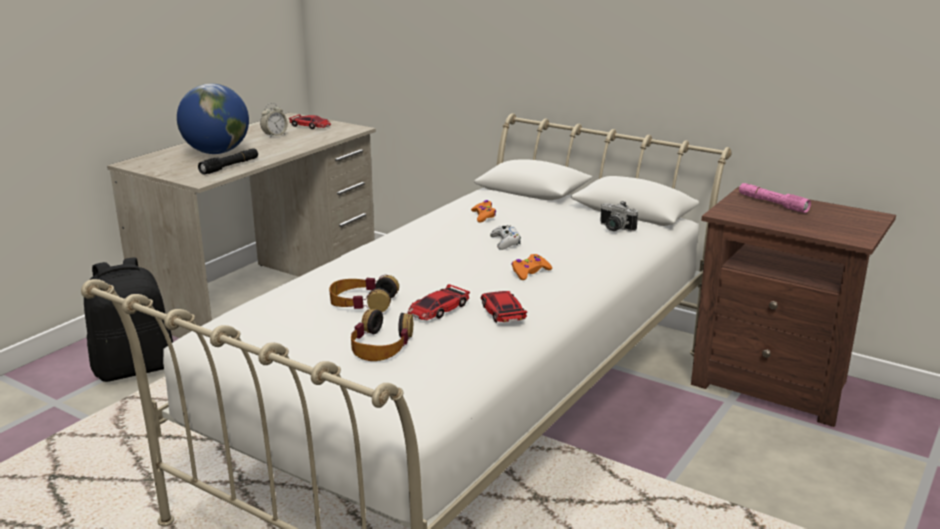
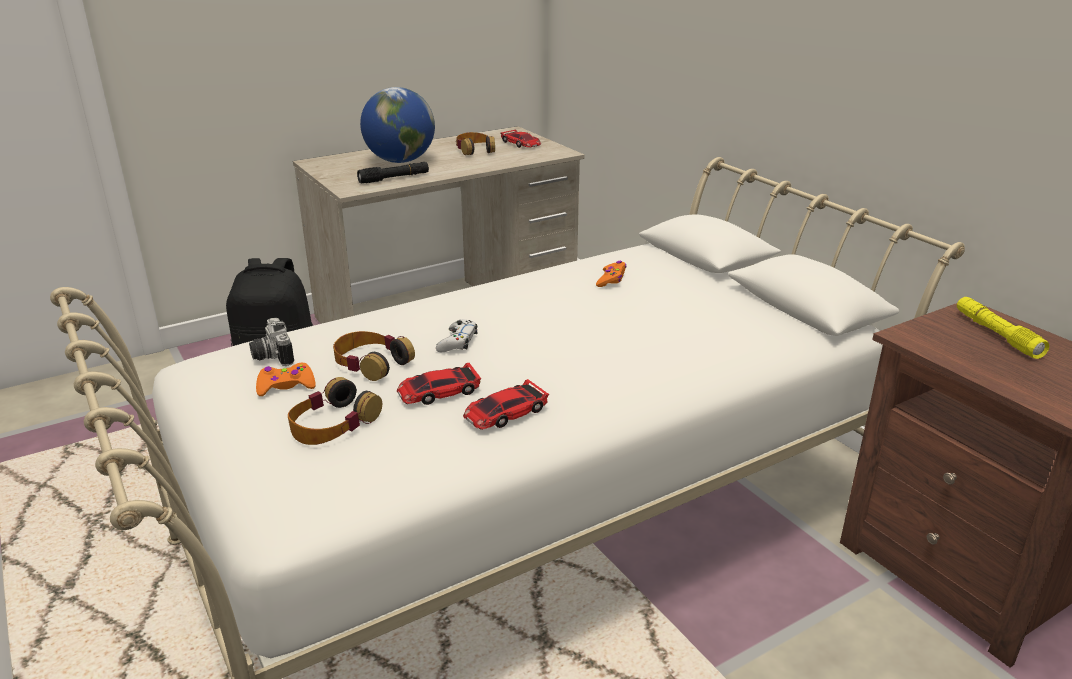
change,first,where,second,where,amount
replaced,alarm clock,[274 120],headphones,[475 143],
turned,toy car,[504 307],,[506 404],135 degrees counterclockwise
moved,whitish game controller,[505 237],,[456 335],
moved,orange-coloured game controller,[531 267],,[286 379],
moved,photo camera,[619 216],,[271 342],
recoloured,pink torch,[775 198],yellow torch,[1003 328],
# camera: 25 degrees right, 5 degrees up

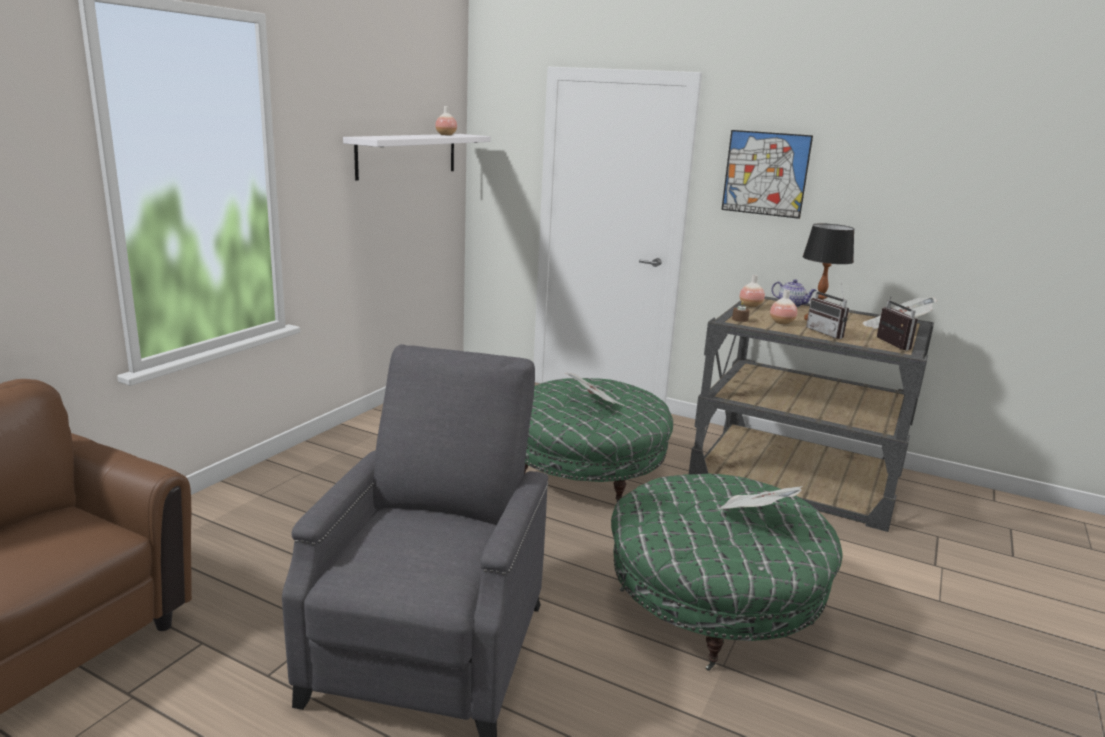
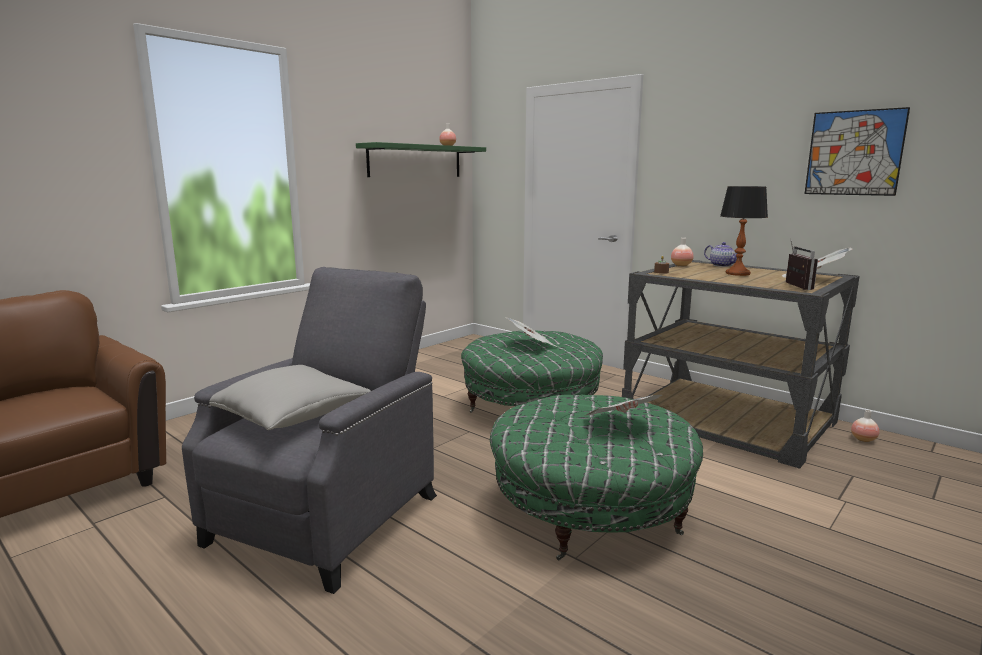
change,first,where,second,where,amount
recoloured,whitish bracket shelf,[417 157],green-coloured bracket shelf,[421 159],
moved,wall picture,[767 174],,[857 151],
moved,flower vase,[783 307],,[865 426],
removed,radio receiver,[827 311],,,
added,,,greyish throw pillow,[290 397],
# camera: 15 degrees right, 5 degrees down

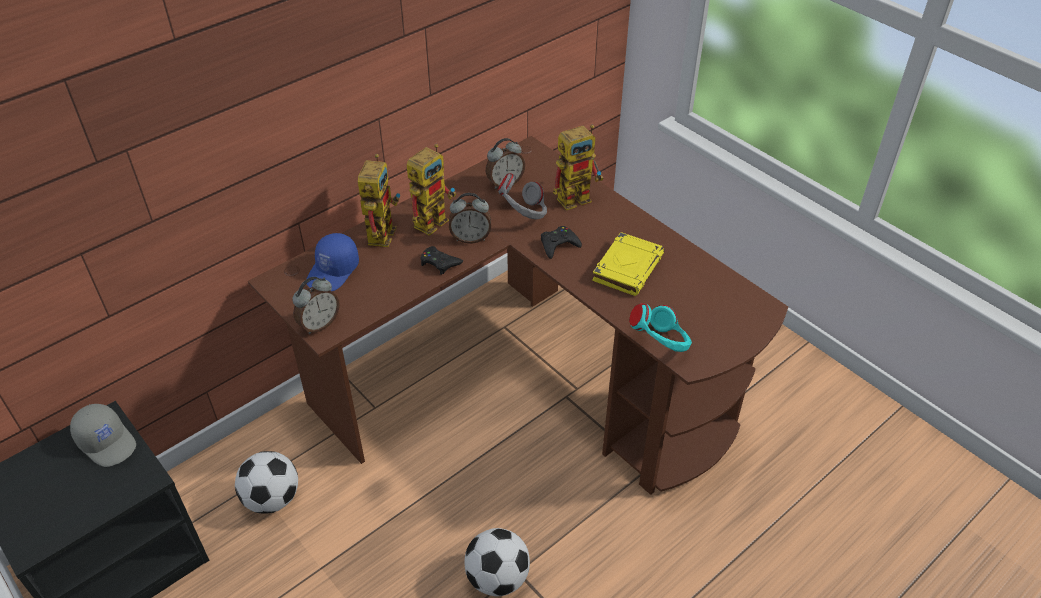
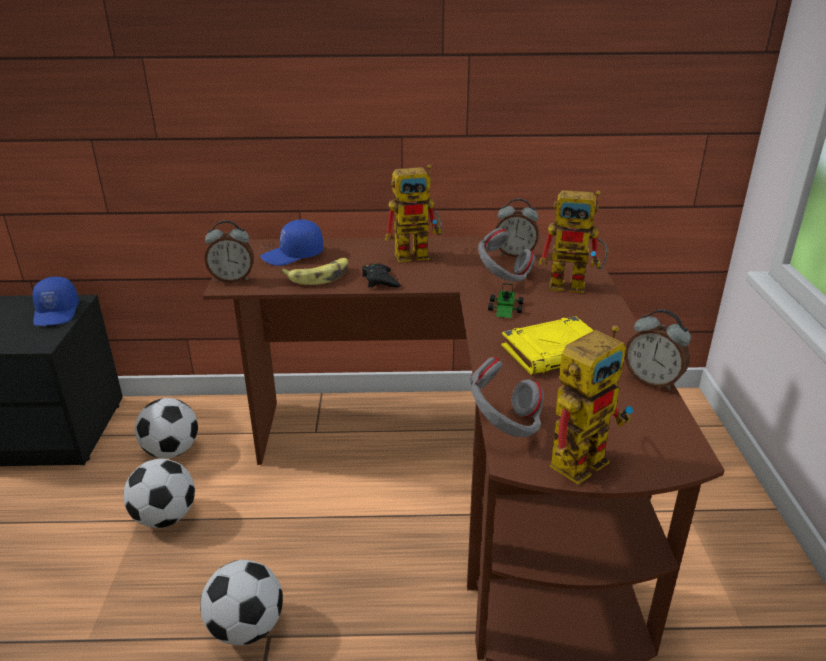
change,first,where,second,where,amount
recoloured,greyish peaked cap,[103 435],blue-coloured peaked cap,[55 301],
moved,robot figure,[379 200],,[591 405],
moved,alarm clock,[470 218],,[657 349],
replaced,black-coloured game controller,[561 242],toy car,[506 300],
recoloured,blue-green headphones,[660 327],greyish headphones,[507 397],
added,,,football ball,[159 493],
added,,,banana fruit,[314 271],
# camera: 40 degrees right, 15 degrees down

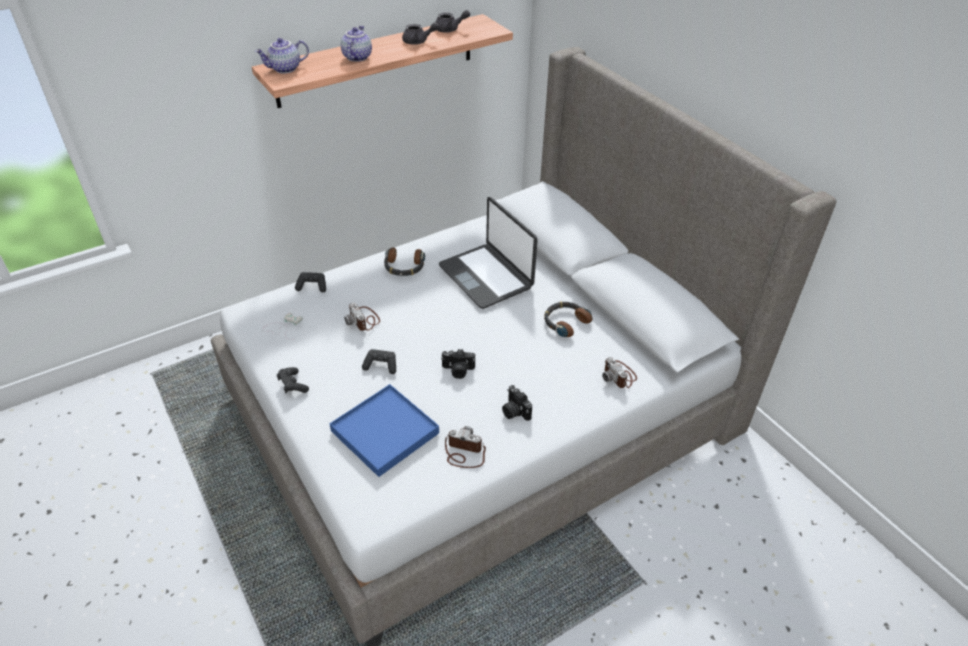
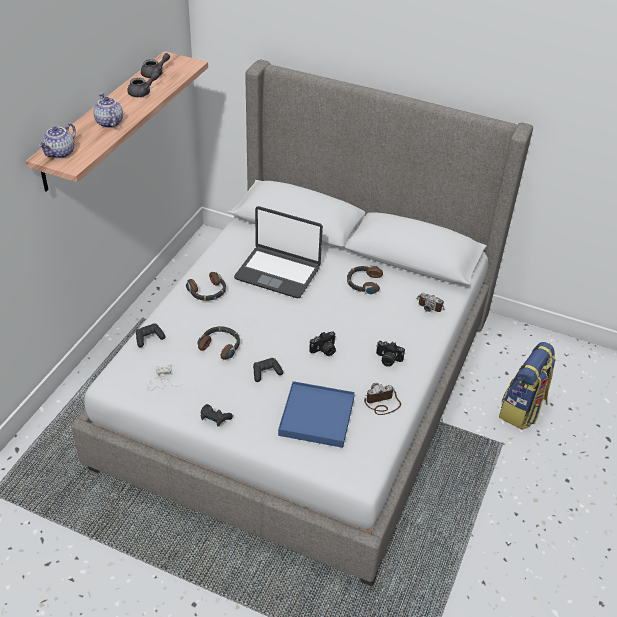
change,first,where,second,where,amount
replaced,photo camera,[362 316],headphones,[218 343],
added,,,backpack,[527 386],
# camera: 35 degrees left, 0 degrees up

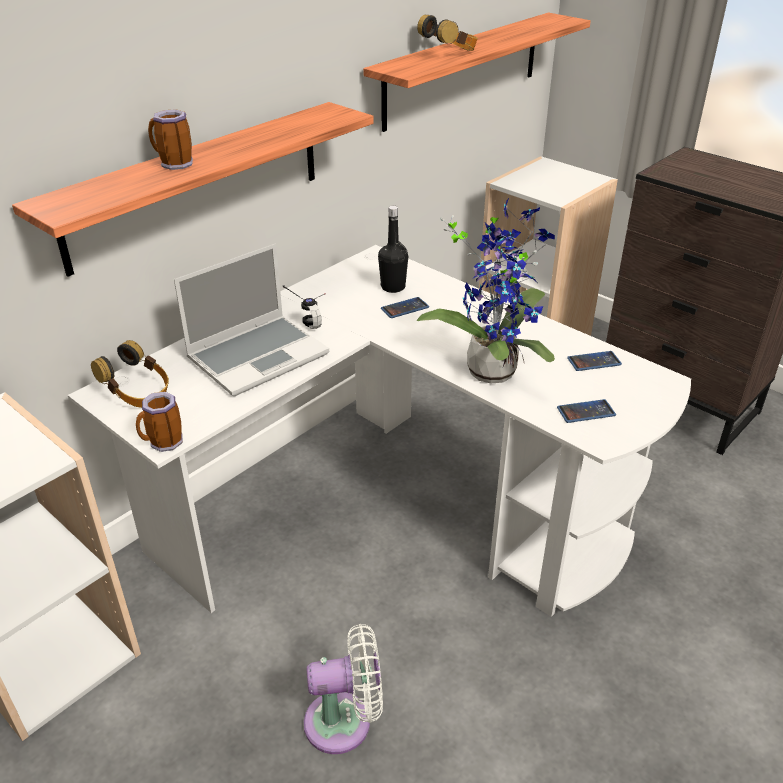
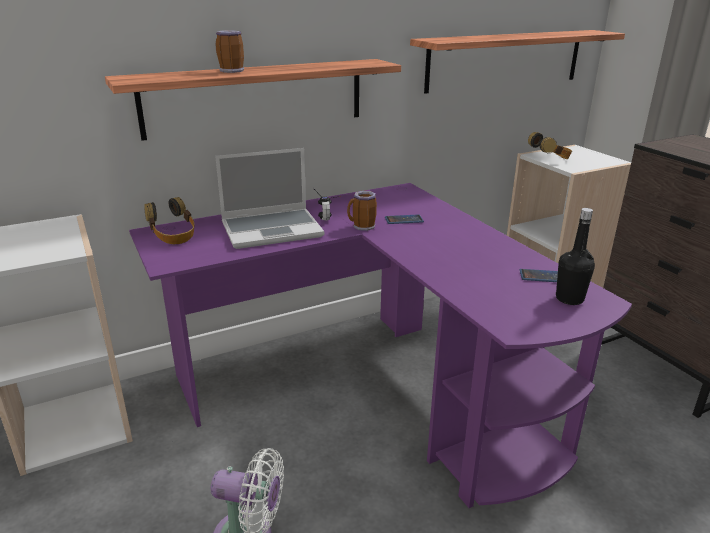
change,first,where,second,where,amount
recoloured,whitish desk table,[379 431],purple-coloured desk table,[380 345],
moved,coffee mug,[159 422],,[362 211],
moved,black-coloured bottle,[393 249],,[575 256],
moved,headphones,[447 32],,[550 145],
removed,potted plant,[486 290],,,
removed,phone,[586 411],,,
# camera: 20 degrees right, 10 degrees down

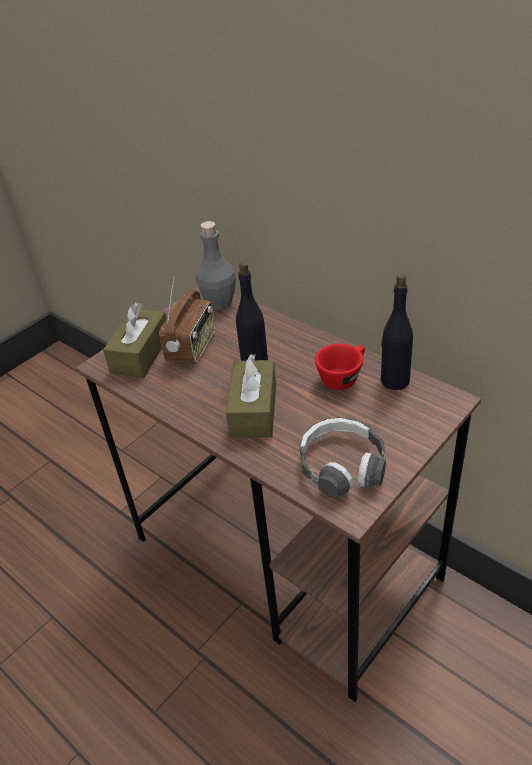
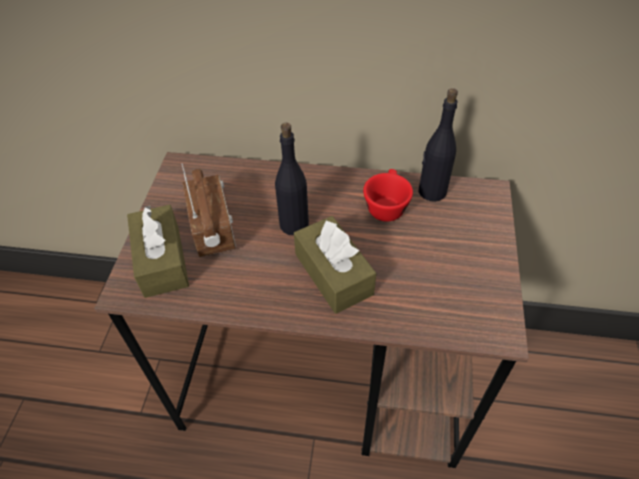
change,first,where,second,where,amount
removed,greyish bottle,[216 265],,,
removed,headphones,[342 457],,,
# camera: 35 degrees left, 10 degrees up

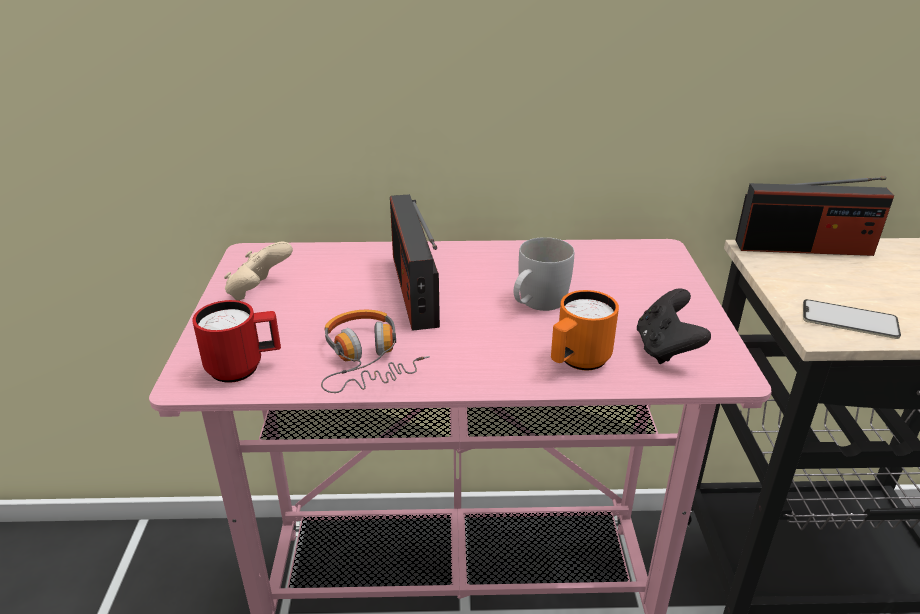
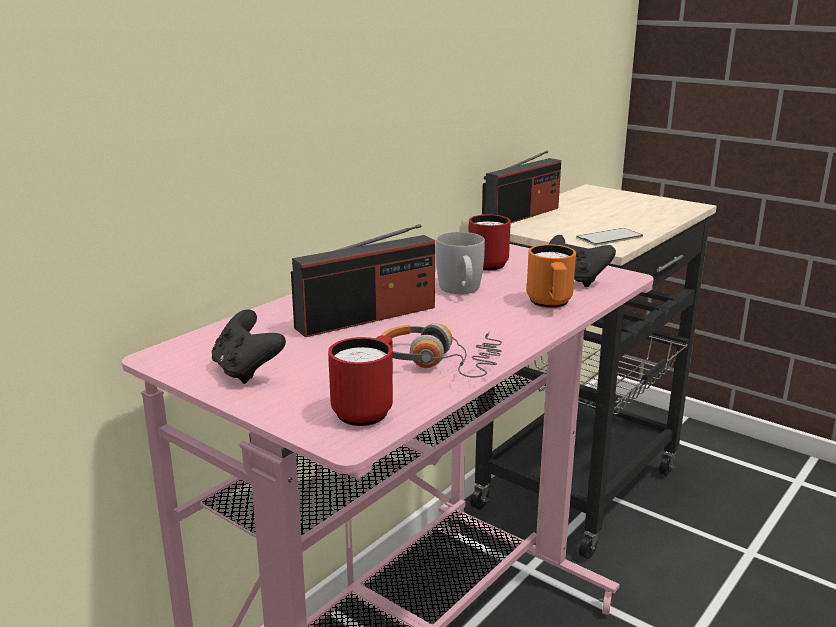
change,first,where,second,where,amount
recoloured,beige game controller,[258 271],black-coloured game controller,[249 346],
turned,radio receiver,[415 262],,[363 280],60 degrees counterclockwise
added,,,red coffee mug,[489 242],
# camera: 50 degrees left, 10 degrees down

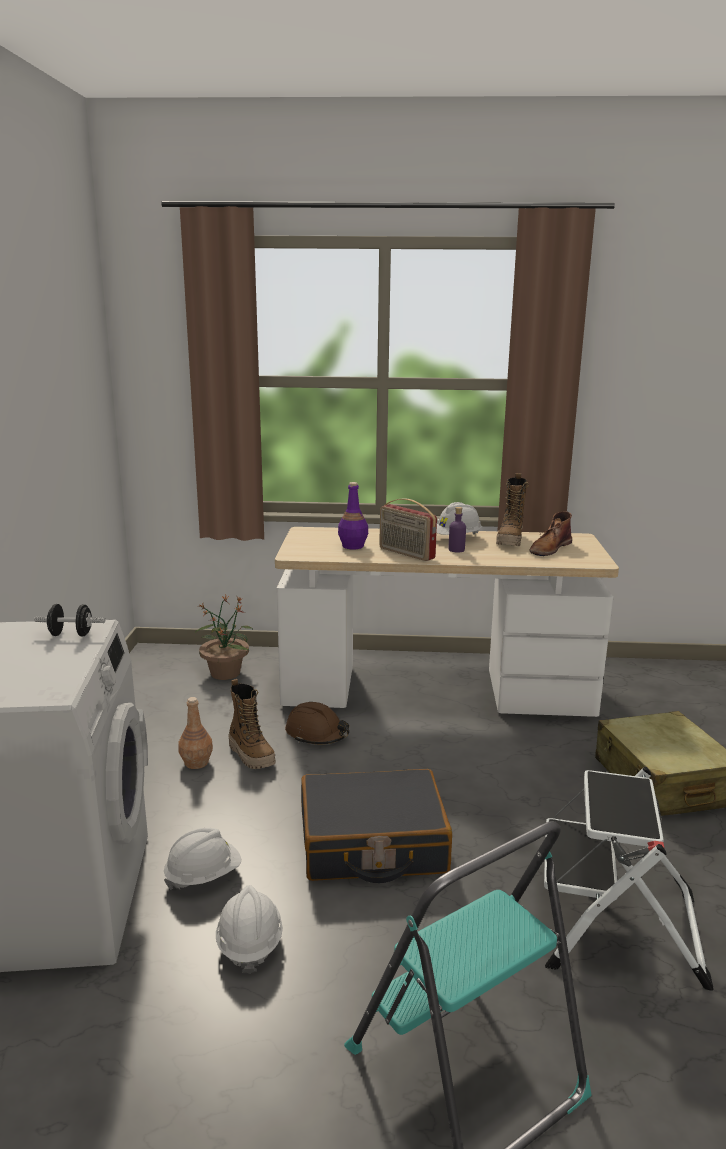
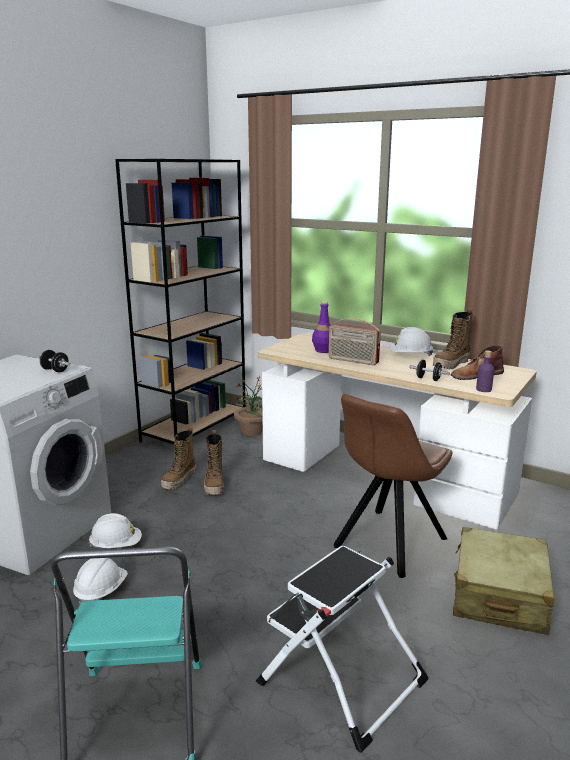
change,first,where,second,where,amount
replaced,brown bottle,[195 733],tall boot,[178 458],
removed,brown hard hat,[317 723],,,
removed,black-coloured travel case,[376 826],,,
turned,radio receiver,[408 529],,[355 341],45 degrees counterclockwise
moved,purple-coloured bottle,[457 529],,[485 371],
added,,,beige bookcase,[180 301],
added,,,brown plain chair,[393 486],
added,,,black-coloured dumbbell,[429 370],
# camera: 30 degrees right, 0 degrees up

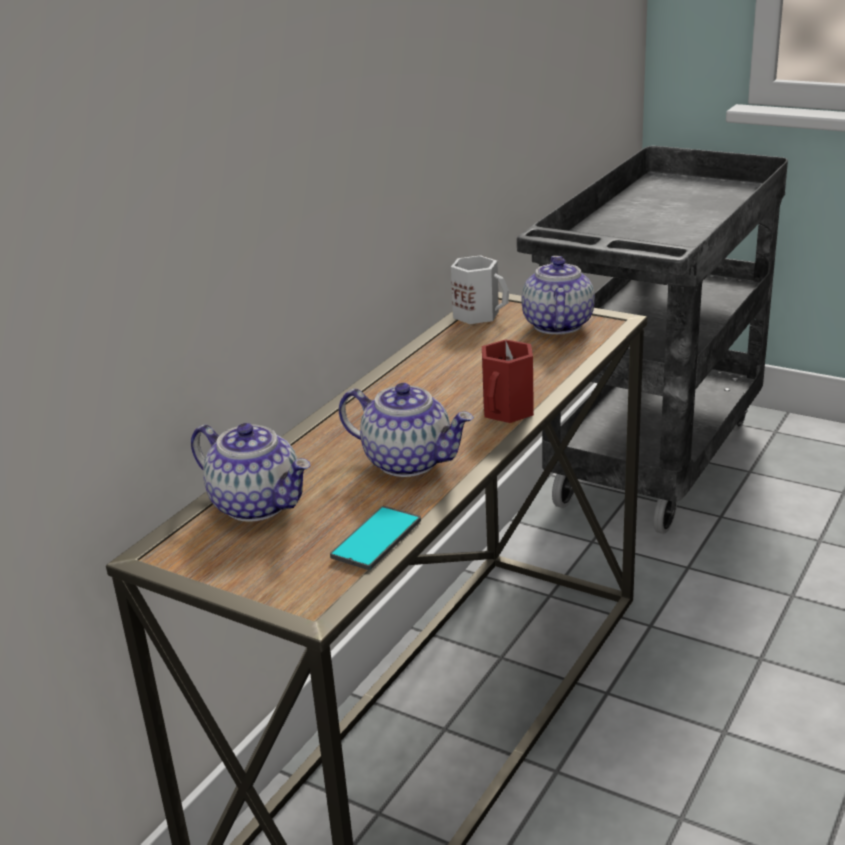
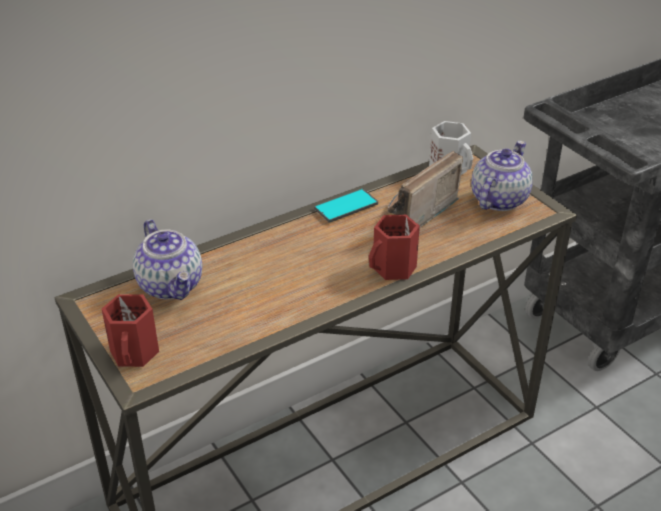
change,first,where,second,where,amount
moved,phone,[375 538],,[346 206],
removed,teapot,[406 430],,,
added,,,red coffee mug,[130 330],
added,,,radio receiver,[425 189],
# camera: 25 degrees right, 10 degrees up

